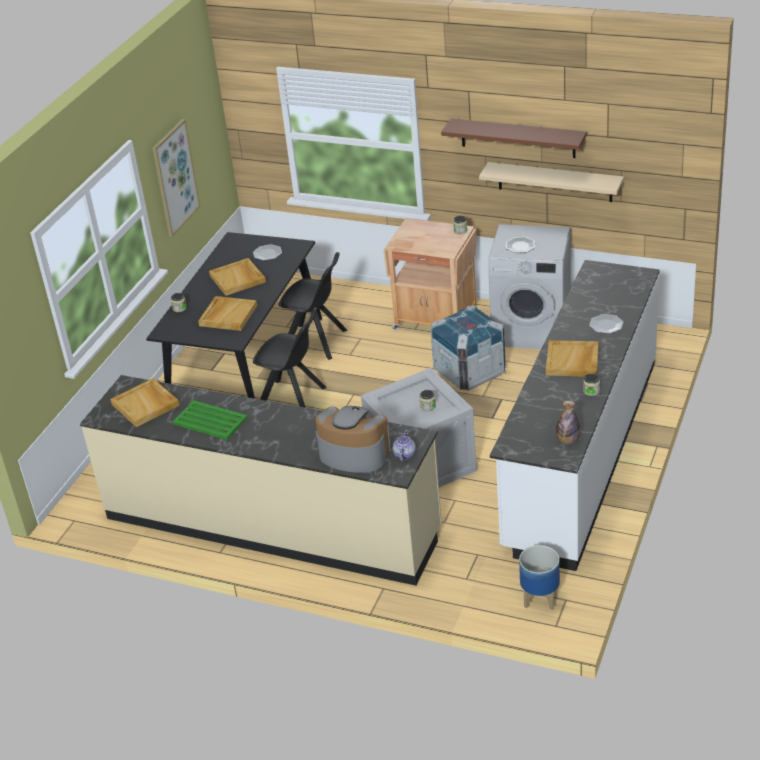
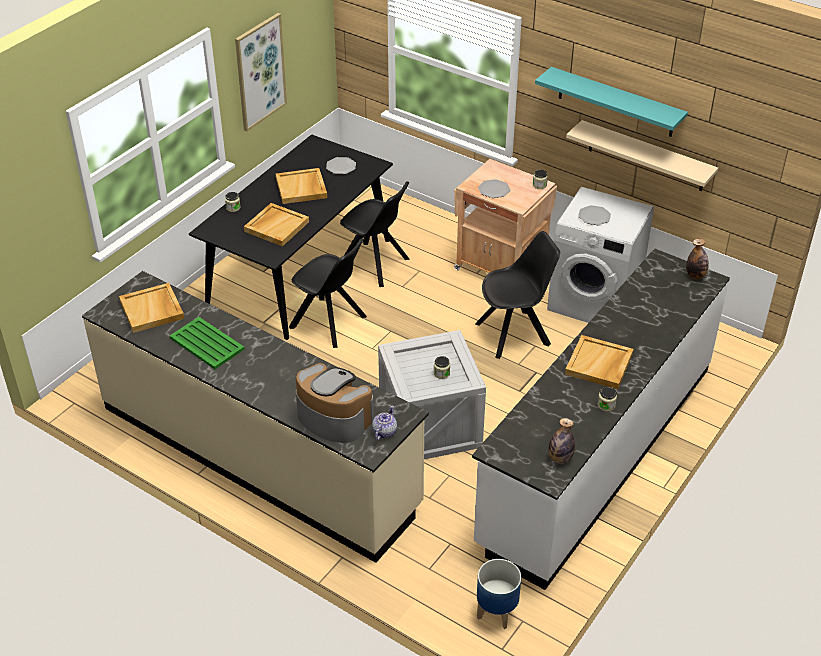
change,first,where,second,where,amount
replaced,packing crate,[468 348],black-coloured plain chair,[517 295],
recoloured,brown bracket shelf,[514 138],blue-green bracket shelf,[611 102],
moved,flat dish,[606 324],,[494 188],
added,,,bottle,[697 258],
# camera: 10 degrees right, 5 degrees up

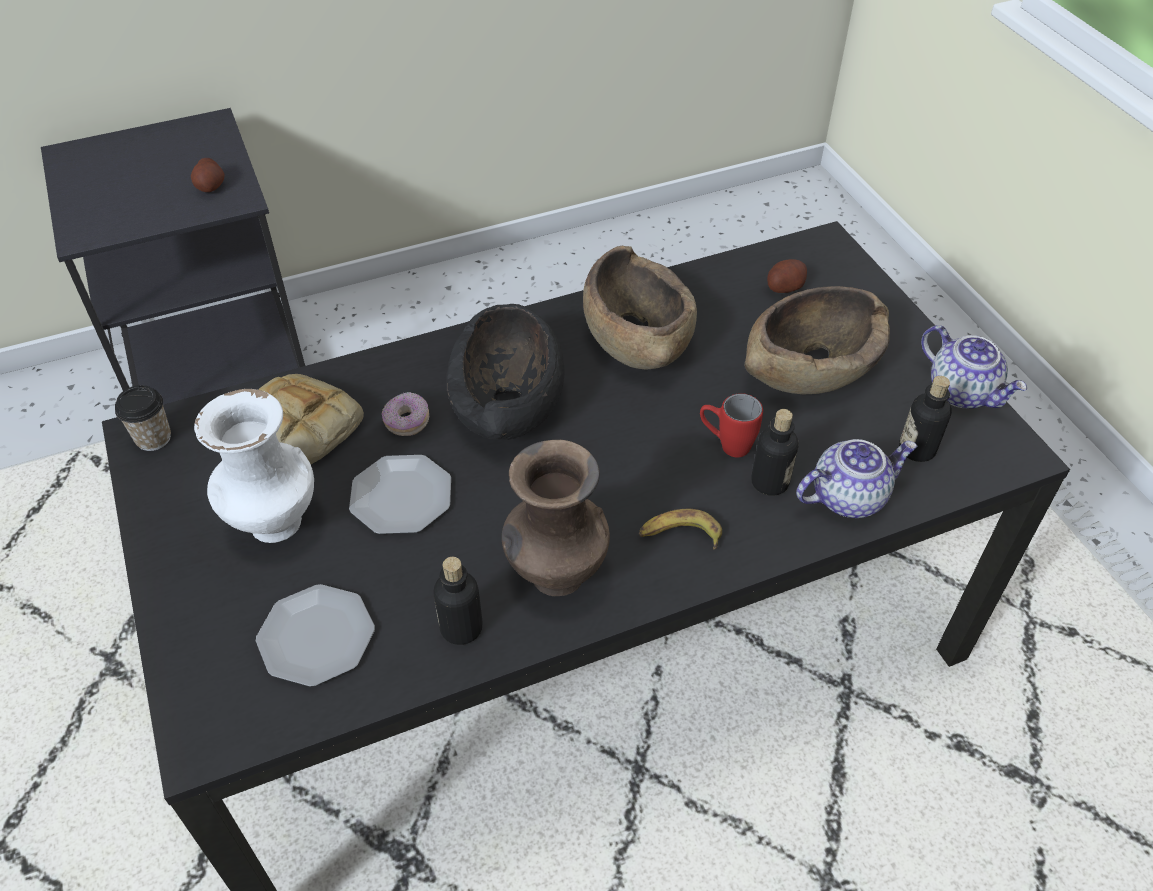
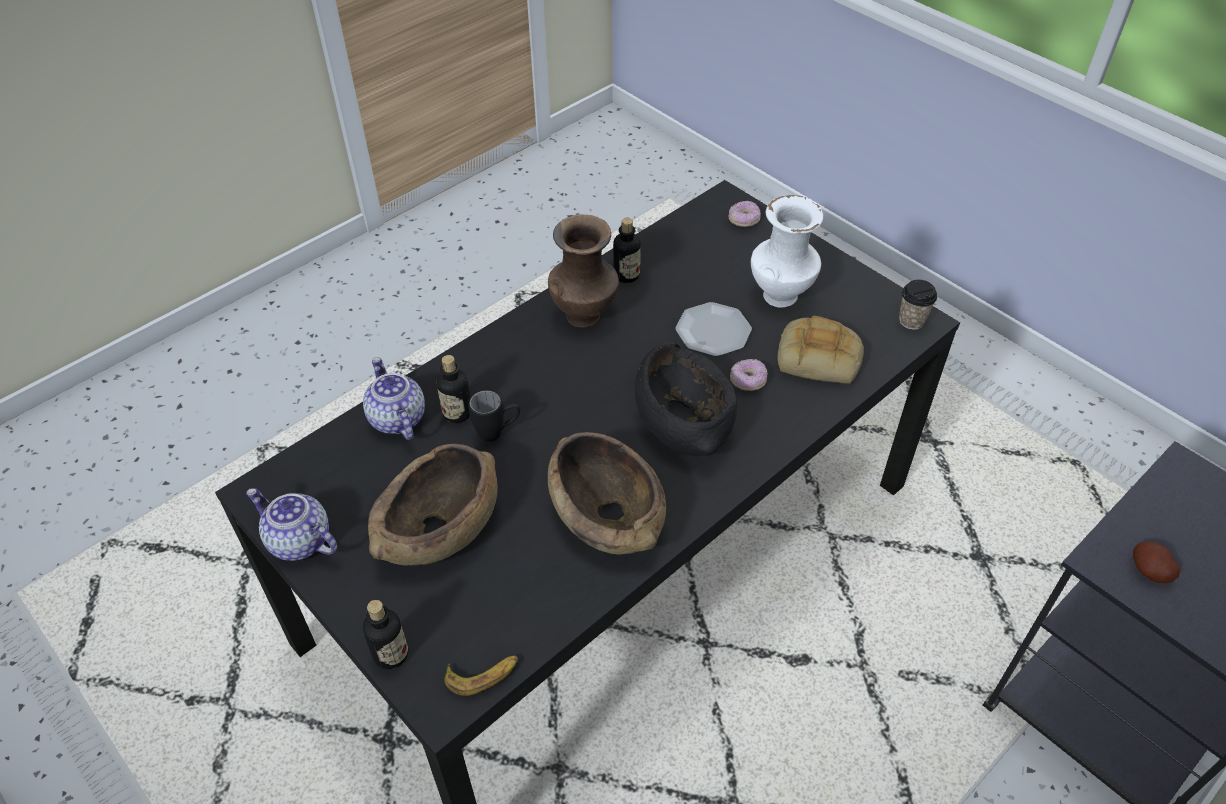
change,first,where,second,where,amount
removed,flat dish,[315 635],,,
moved,banana fruit,[680 529],,[481 675],
recoloured,red coffee mug,[731 425],black-coloured coffee mug,[494 416],
removed,spud,[787 276],,,
turned,teapot,[856 478],,[394 398],105 degrees clockwise
moved,bottle,[925 419],,[385 634],
added,,,ring doughnut,[745 213],
# camera: 160 degrees right, 0 degrees up

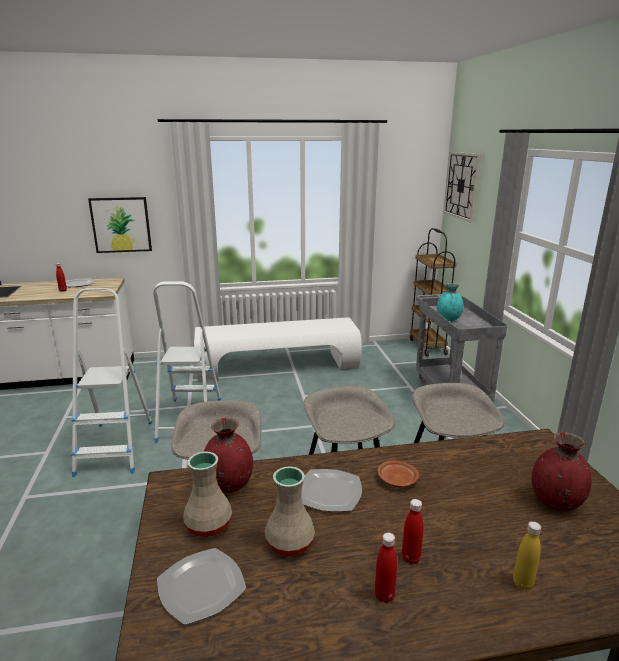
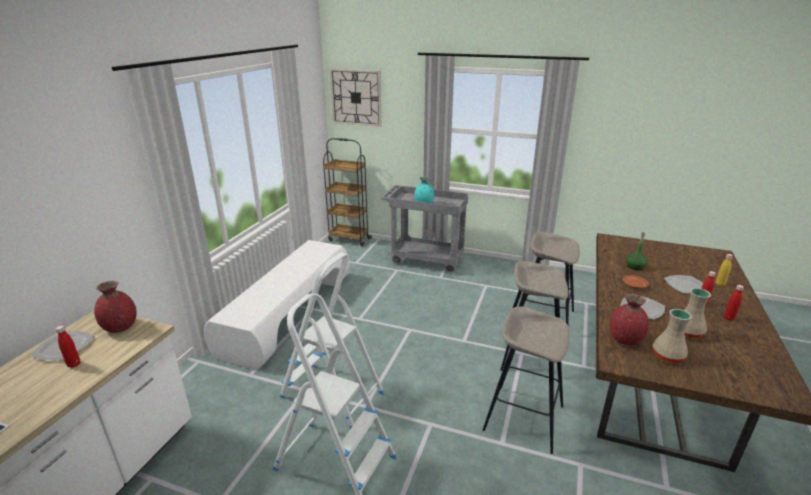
change,first,where,second,where,amount
removed,wall picture,[120 225],,,
moved,flat dish,[201 586],,[683 284],
moved,red flower vase,[562 471],,[115 307],
added,,,green-coloured bottle,[637 251],
# camera: 60 degrees left, 5 degrees up

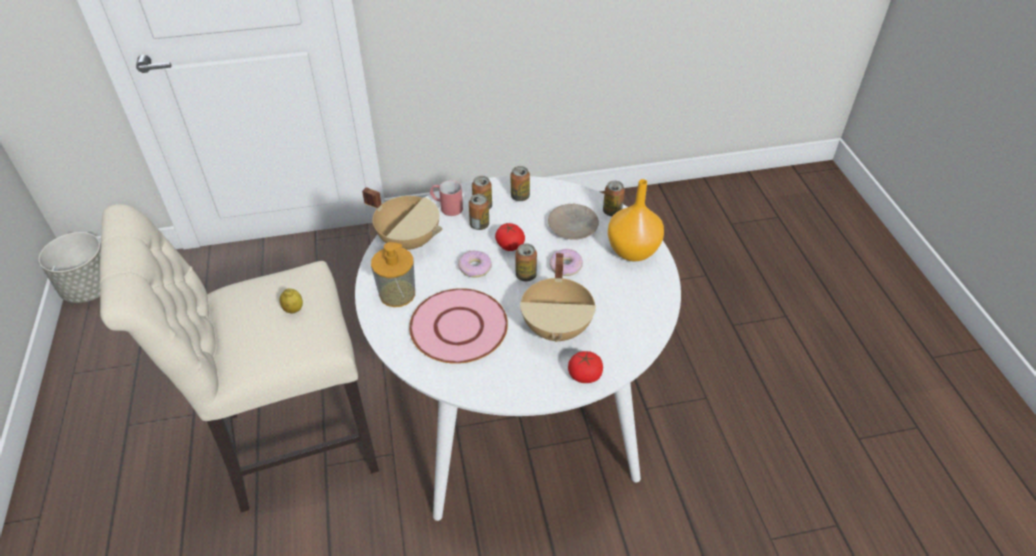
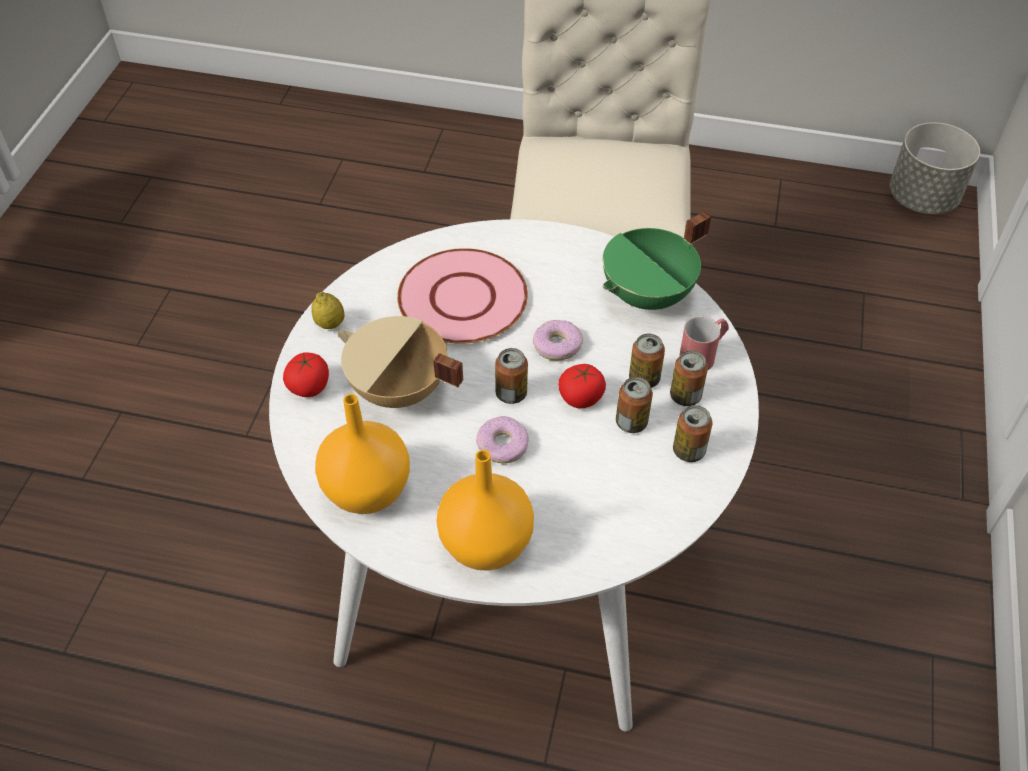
change,first,where,second,where,amount
moved,citrus fruit,[291 301],,[328 310],
recoloured,beige stockpot,[402 218],green-coloured stockpot,[657 260],
removed,liquid soap bottle,[393 274],,,
removed,beige flat dish,[573 222],,,
moved,metal can,[614 198],,[634 405],
added,,,orange-coloured flower vase,[362 454],
# camera: 115 degrees right, 5 degrees up

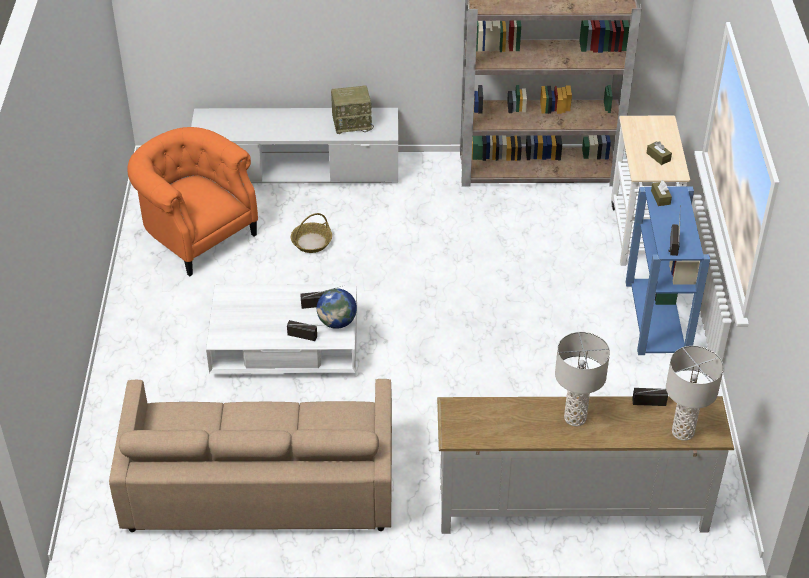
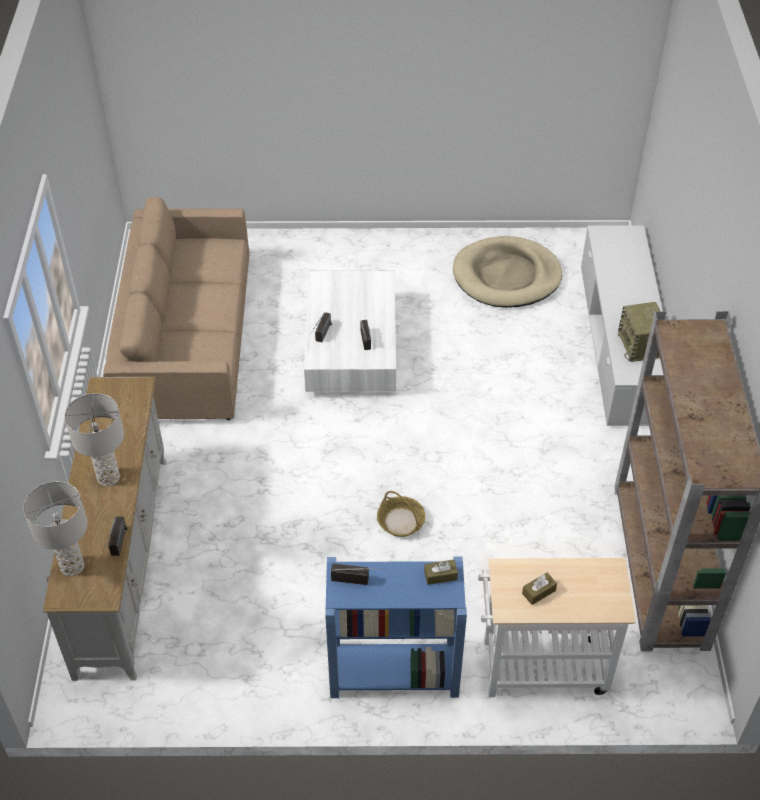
change,first,where,second,where,amount
replaced,orange-coloured easy chair,[192 201],beige pet bed,[507 272],
moved,basket,[311 233],,[401 514],
removed,world globe,[337 308],,,
# camera: 90 degrees right, 5 degrees up

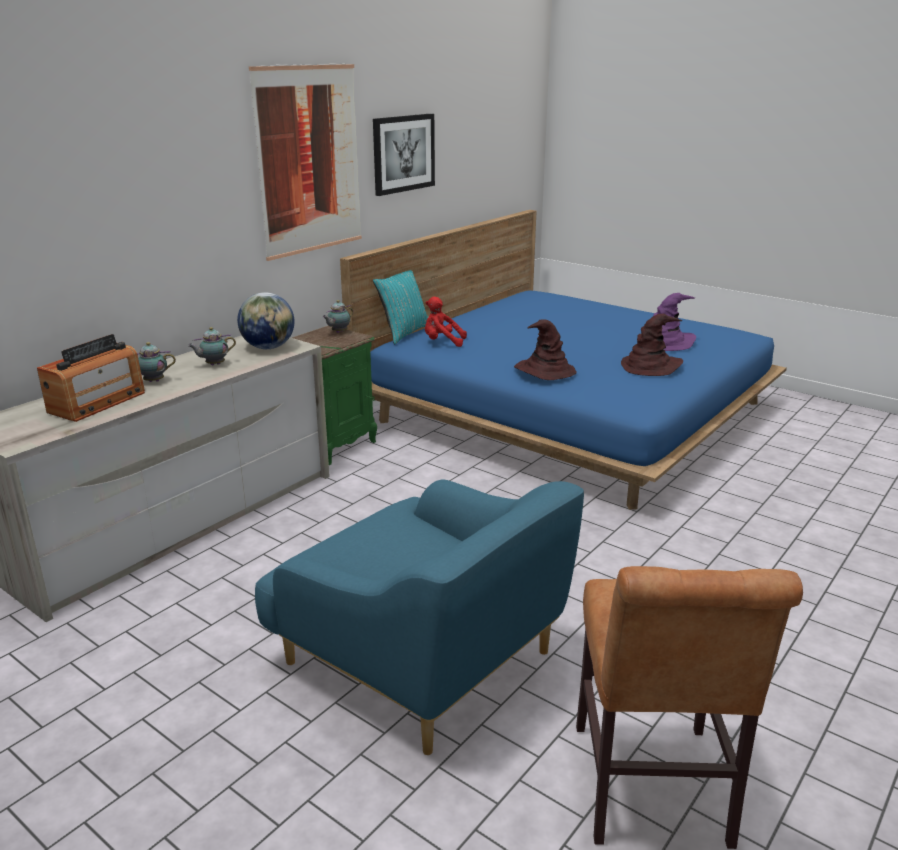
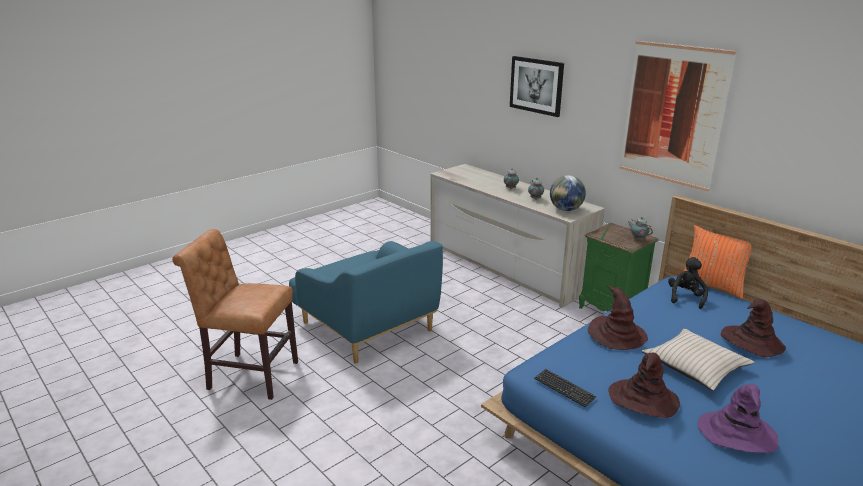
change,first,where,second,where,amount
removed,radio receiver,[91 378],,,
turned,blue-coloured easy chair,[419 617],,[366 302],90 degrees counterclockwise
moved,wall picture,[404 155],,[537 86],
recoloured,blue-green throw pillow,[400 307],orange-coloured throw pillow,[718 262],
recoloured,red cuddly toy,[446 322],black-coloured cuddly toy,[688 283],
added,,,PC keyboard,[565 388],
added,,,beige throw pillow,[698 360],
added,,,brown wearable hat,[753 328],
# camera: 100 degrees right, 0 degrees up

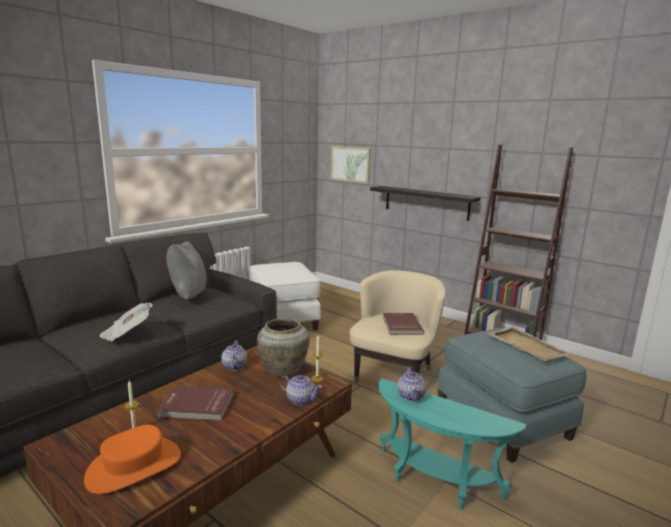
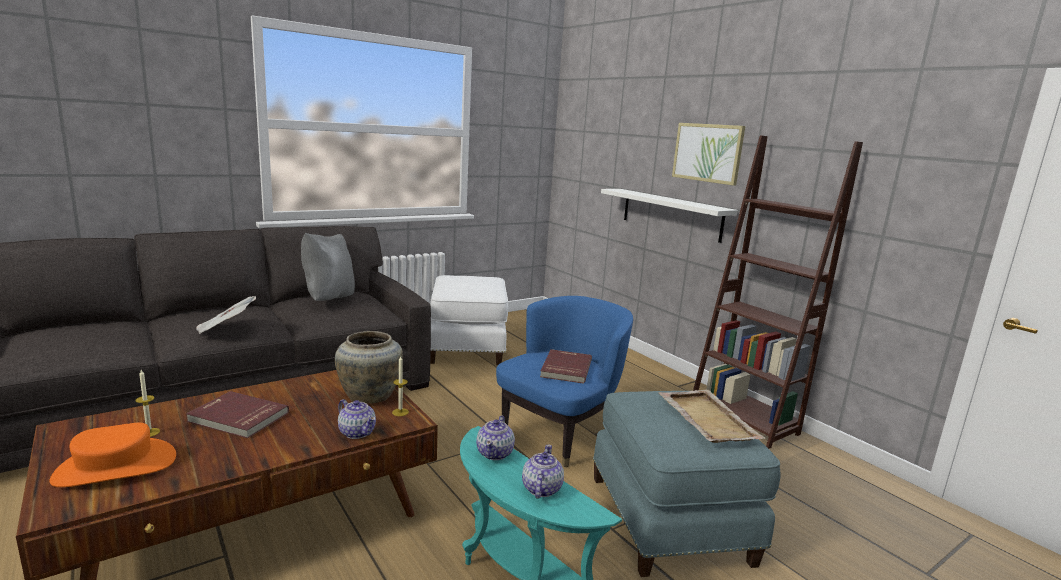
change,first,where,second,where,amount
moved,teapot,[234 355],,[543 471],
moved,wall picture,[351 165],,[708 154],
recoloured,beige easy chair,[398 326],blue-coloured easy chair,[564 381],
recoloured,black-coloured bracket shelf,[425 203],whitish bracket shelf,[669 216],
# camera: 15 degrees right, 0 degrees up

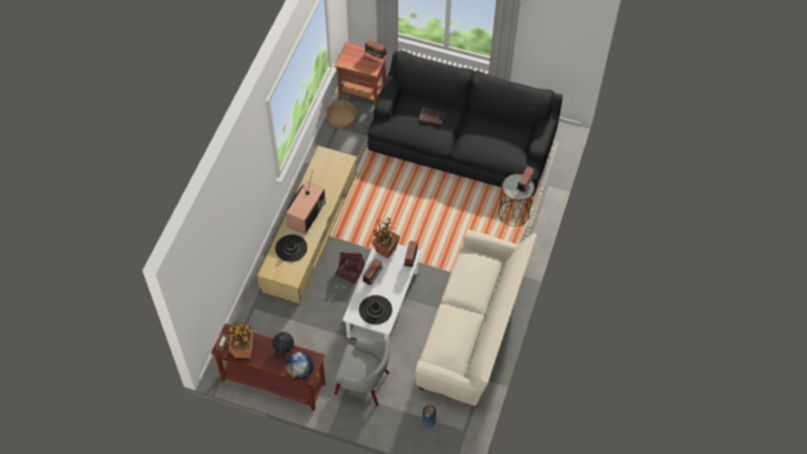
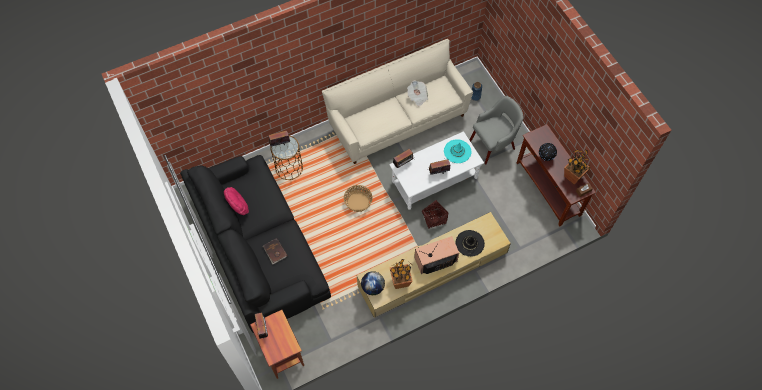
change,first,where,second,where,amount
moved,world globe,[300 366],,[373 283],
moved,basket,[341 114],,[358 198],
turned,greyish easy chair,[362 372],,[496 130],90 degrees clockwise
recoloured,black-coloured wearable hat,[375 310],blue-green wearable hat,[458 151],
moved,potted plant,[385 238],,[401 274],
added,,,pink throw pillow,[236 201],
added,,,newspaper,[418 93],
# camera: 135 degrees left, 5 degrees up

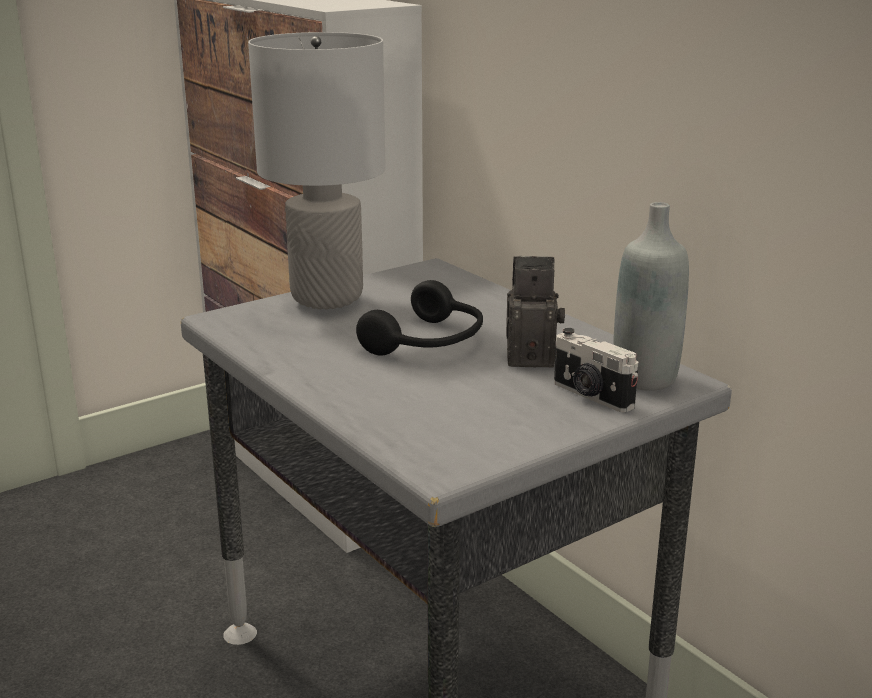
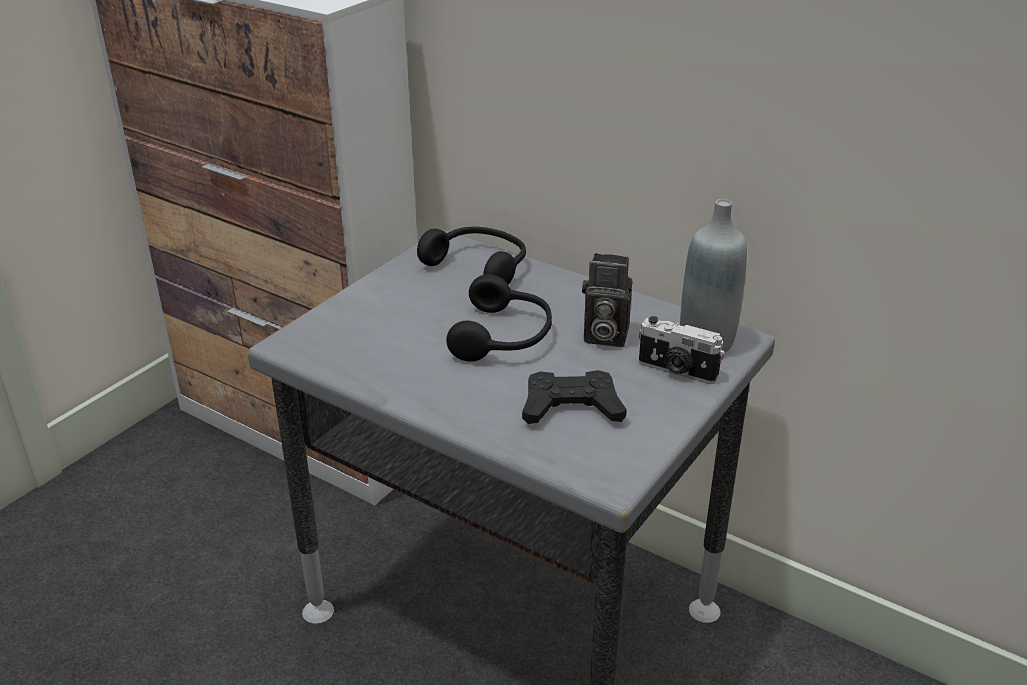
change,first,where,second,where,amount
removed,greyish table lamp,[317 171],,,
turned,photo camera,[535 312],,[607 300],150 degrees counterclockwise
added,,,black-coloured headphones,[471 256],
added,,,black-coloured game controller,[574 397],
# camera: 20 degrees left, 10 degrees up

